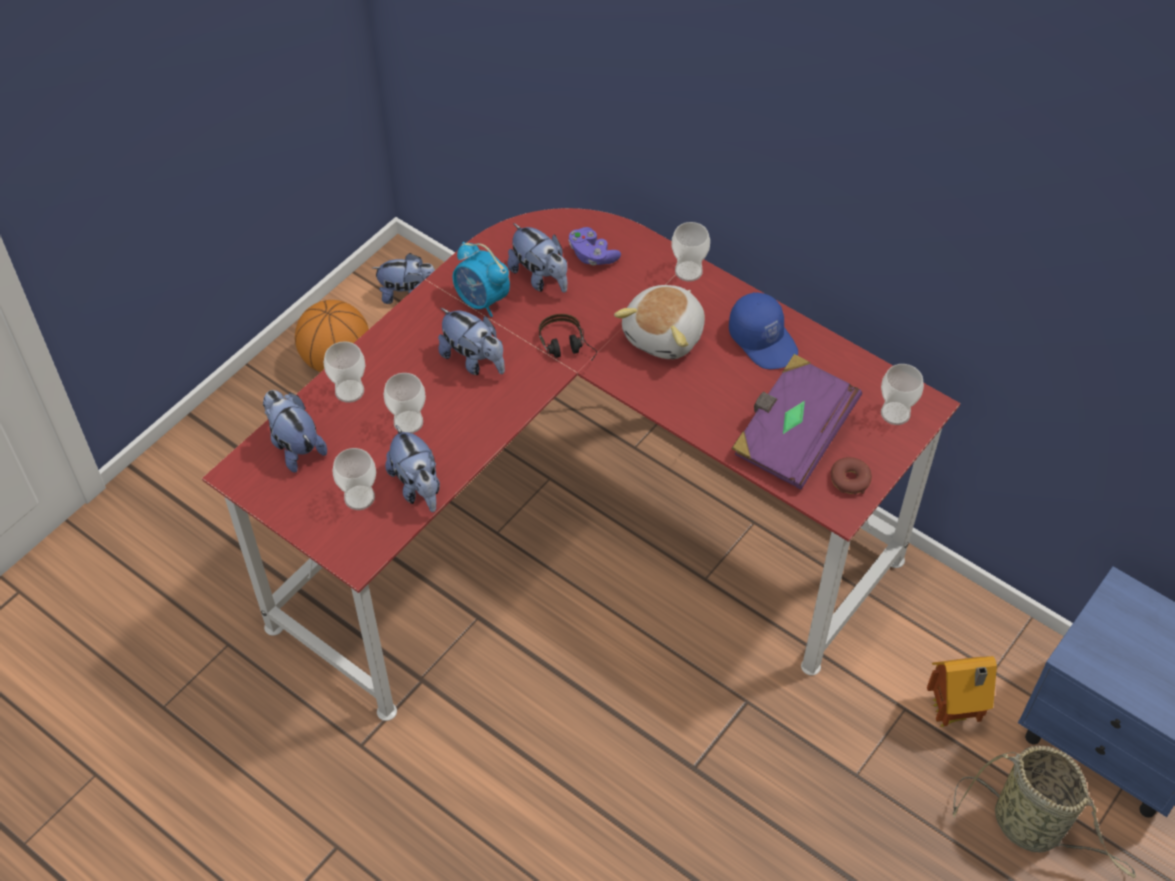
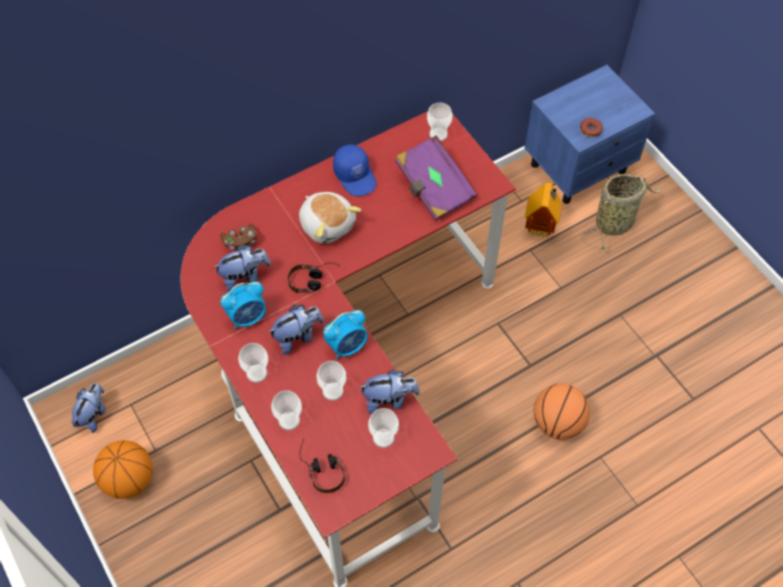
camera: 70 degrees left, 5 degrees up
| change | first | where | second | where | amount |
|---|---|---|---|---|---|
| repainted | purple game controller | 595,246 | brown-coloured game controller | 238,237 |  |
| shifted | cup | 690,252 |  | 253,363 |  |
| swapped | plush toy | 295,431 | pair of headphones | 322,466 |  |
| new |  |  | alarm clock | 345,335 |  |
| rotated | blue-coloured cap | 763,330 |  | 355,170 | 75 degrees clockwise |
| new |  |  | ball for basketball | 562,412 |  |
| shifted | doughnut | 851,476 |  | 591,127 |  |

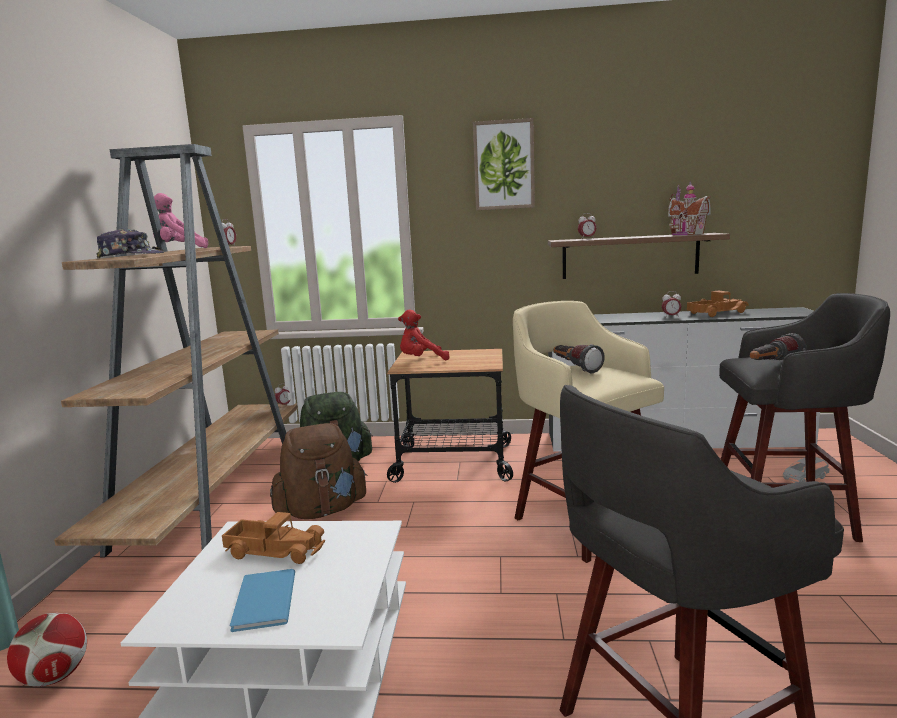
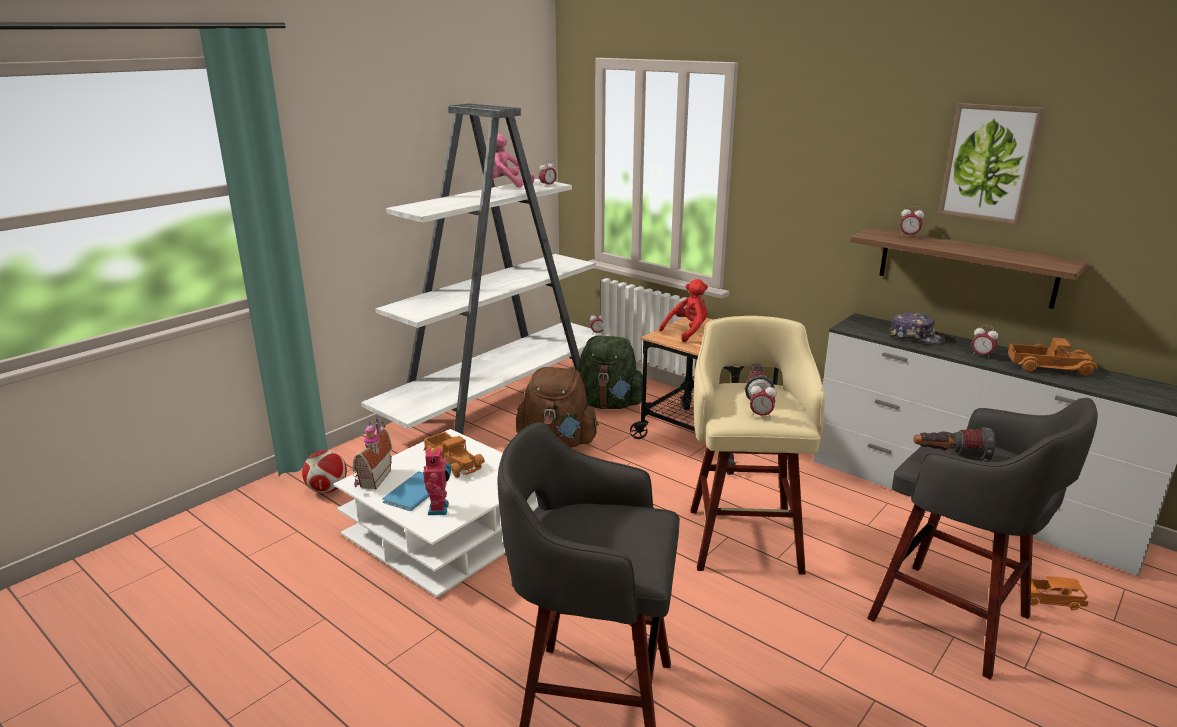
camera: 35 degrees right, 10 degrees up
| change | first | where | second | where | amount |
|---|---|---|---|---|---|
| shifted | miniature house | 689,208 |  | 372,453 |  |
| repainted | brown-coloured shelving unit | 176,350 | white-coloured shelving unit | 484,269 |  |
| new |  |  | toy robot | 437,480 |  |
| rotated | red-coloured plush toy | 424,335 |  | 683,310 | 120 degrees clockwise |
| new |  |  | alarm clock | 763,399 |  |
| shifted | cap | 130,243 |  | 917,328 |  |
| shifted | wall picture | 504,164 |  | 991,164 |  |
| repainted | grey toy car | 806,469 | orangey toy car | 1053,593 |  |

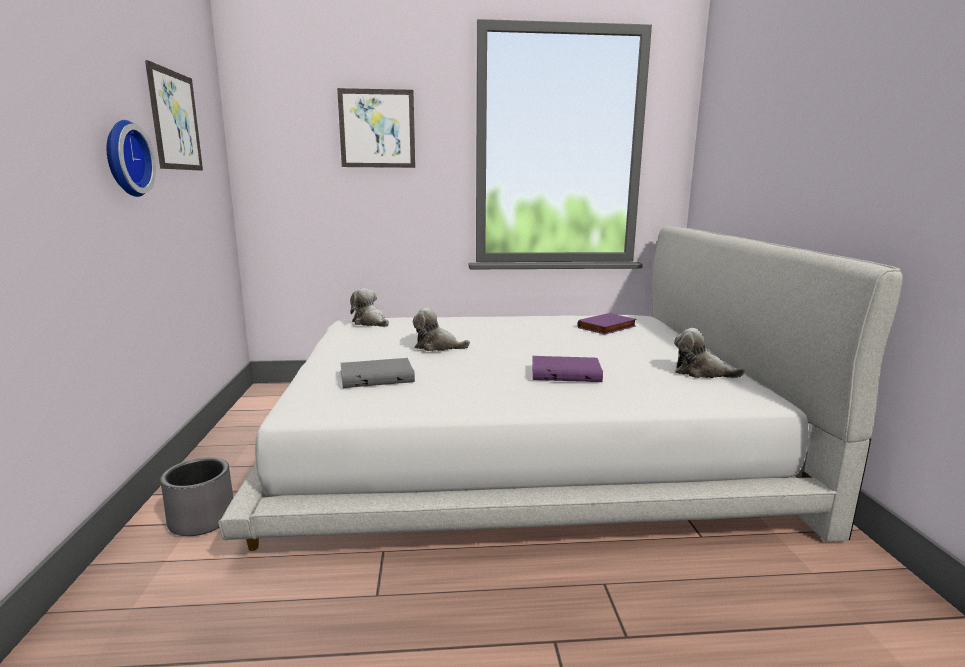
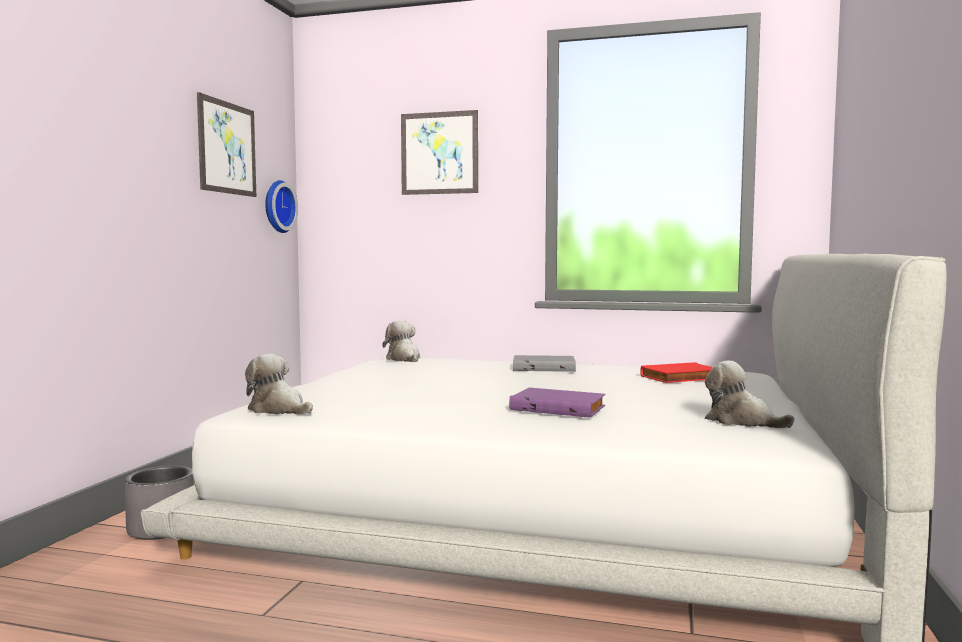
camera: 20 degrees right, 10 degrees down
| change | first | where | second | where | amount |
|---|---|---|---|---|---|
| shifted | plush toy | 441,329 |  | 279,384 |  |
| shifted | hanging clock | 131,158 |  | 281,206 |  |
| shifted | grey bound book | 378,373 |  | 544,363 |  |
| repainted | purple bound book | 607,324 | red-coloured bound book | 676,372 |  |

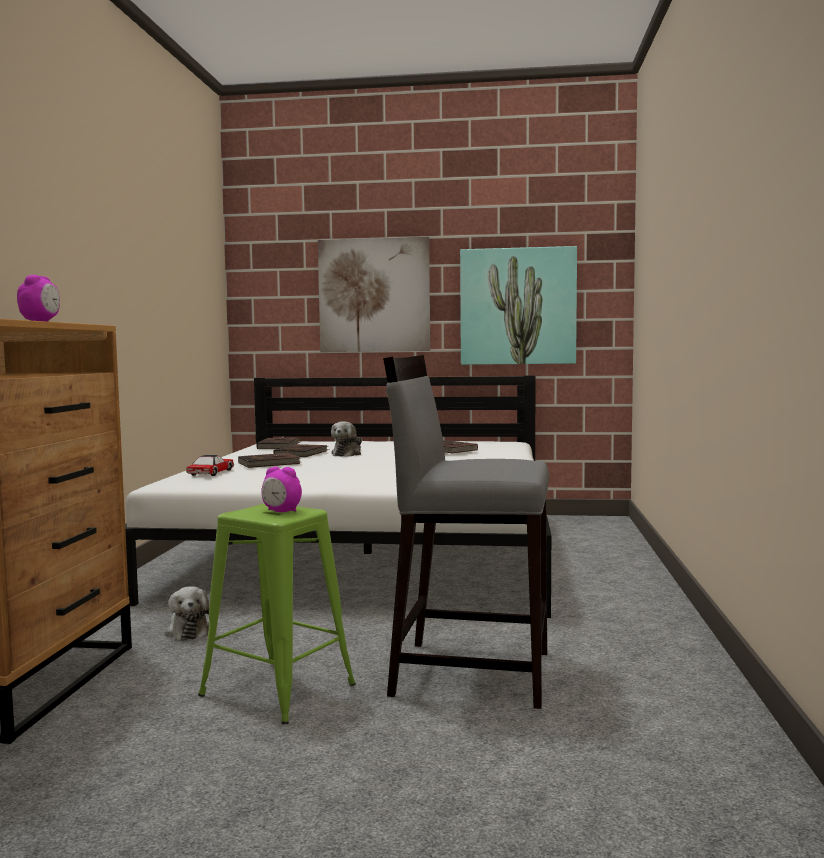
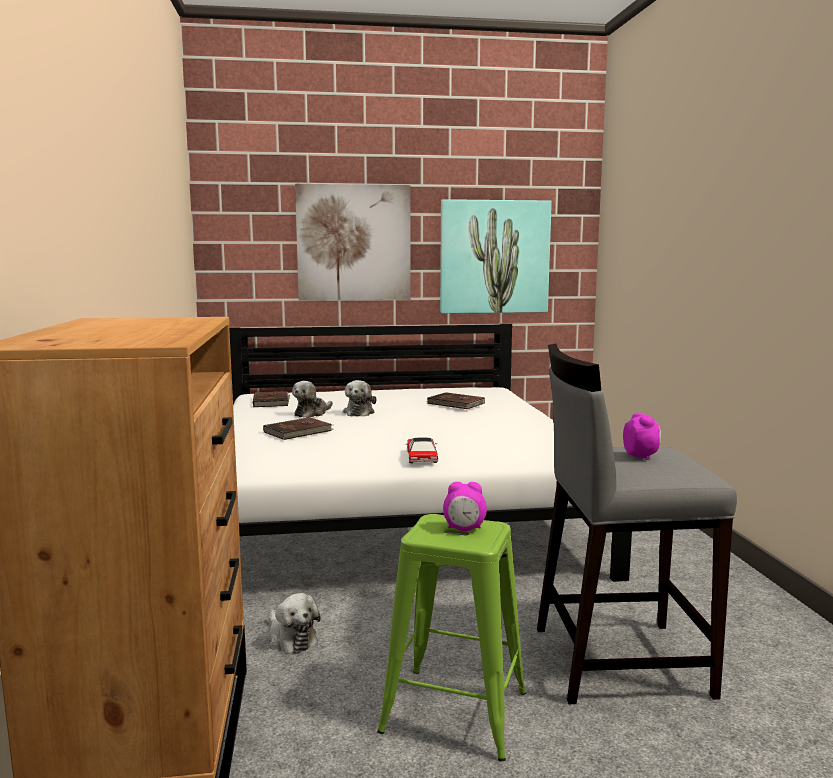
camera: 15 degrees left, 5 degrees up
| change | first | where | second | where | amount |
|---|---|---|---|---|---|
| swapped | brown-coloured bound book | 301,450 | plush toy | 312,399 |  |
| shifted | toy car | 210,465 |  | 422,450 |  |
| shifted | alarm clock | 38,298 |  | 642,436 |  |

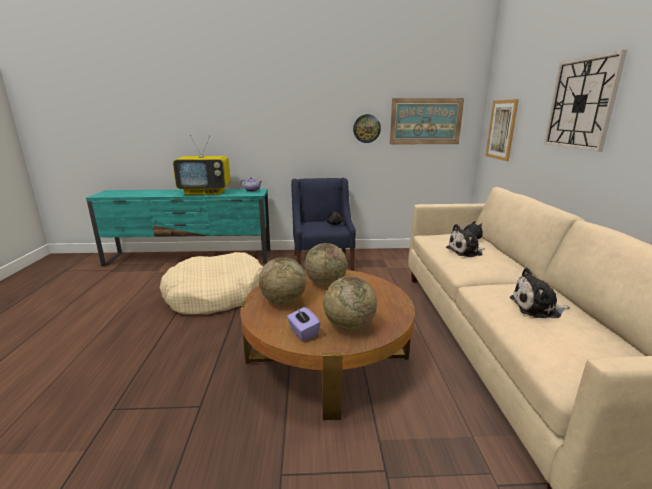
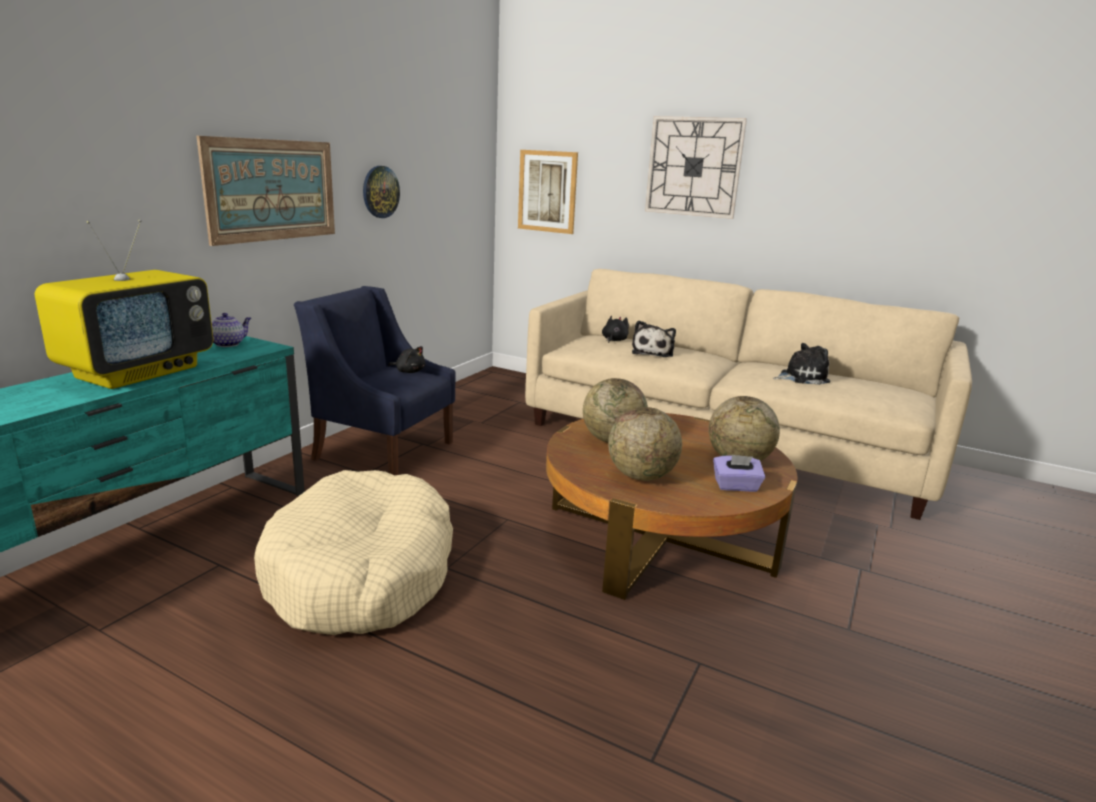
camera: 60 degrees left, 0 degrees up
| change | first | where | second | where | amount |
|---|---|---|---|---|---|
| shifted | wall picture | 427,121 |  | 265,191 |  |
| rotated | plush toy | 540,293 |  | 801,364 | 135 degrees counterclockwise |

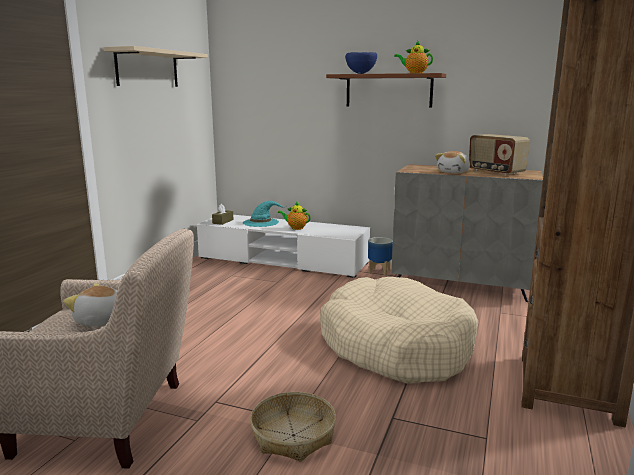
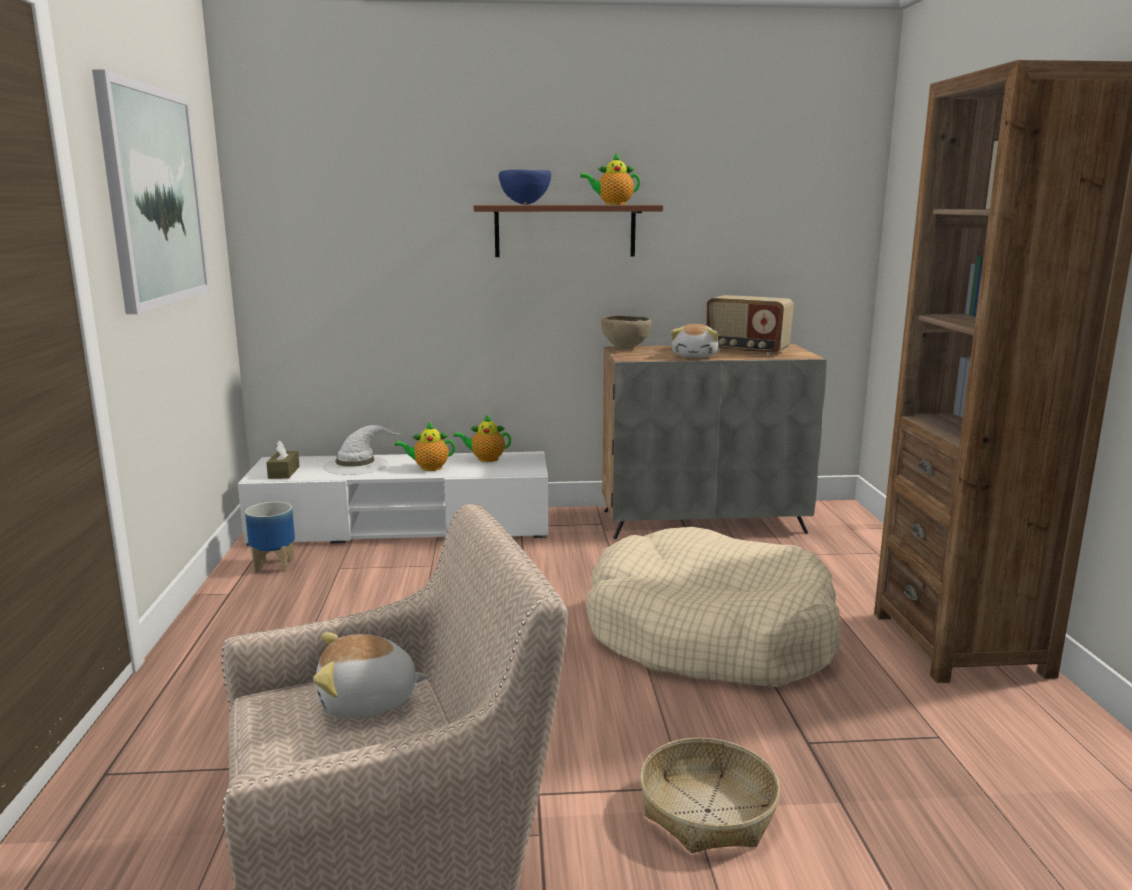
camera: 25 degrees left, 0 degrees up
| change | first | where | second | where | amount |
|---|---|---|---|---|---|
| swapped | beige-coloured wall shelf | 155,66 | wall picture | 151,191 |  |
| shifted | planter | 380,256 |  | 270,537 |  |
| repainted | turquoise-coloured clothing hat | 263,214 | white-coloured clothing hat | 362,450 |  |
| new |  |  | teapot | 482,438 |  |
| new |  |  | brown-coloured bowl | 626,332 |  |

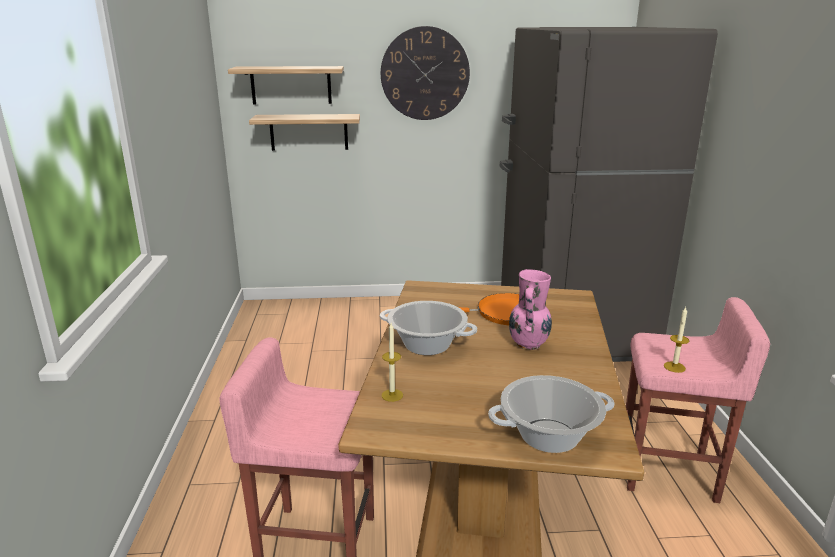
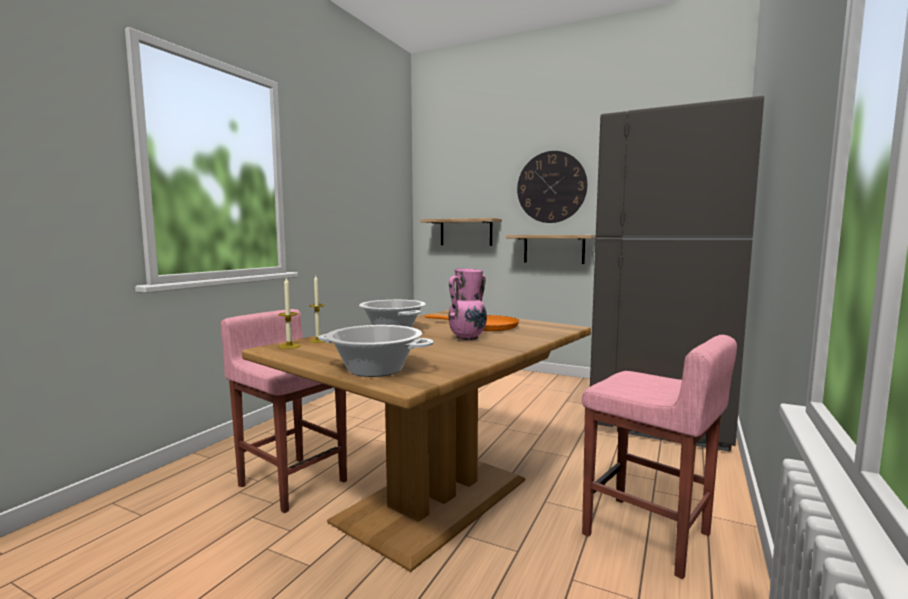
camera: 30 degrees right, 15 degrees down
| change | first | where | second | where | amount |
|---|---|---|---|---|---|
| shifted | wax light | 676,340 |  | 289,313 |  |
| shifted | wall shelf | 286,85 |  | 551,249 |  |

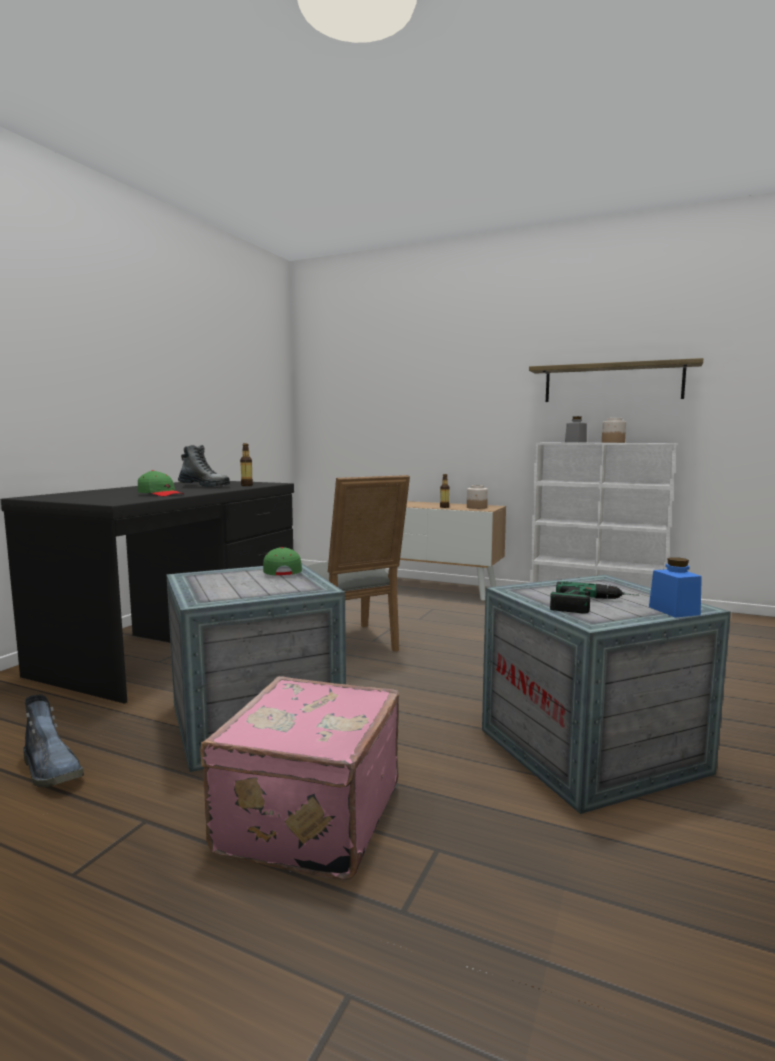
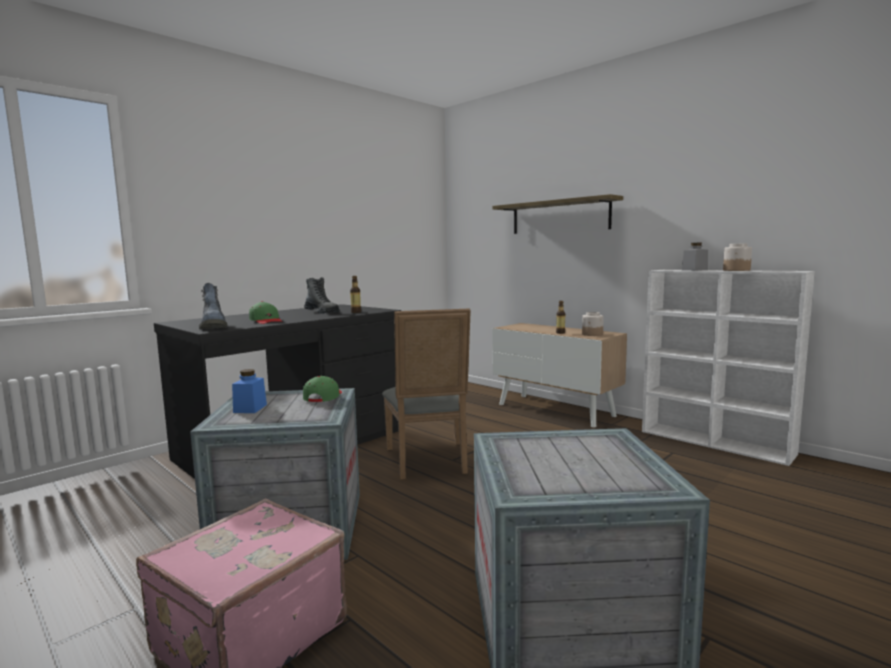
camera: 20 degrees right, 0 degrees up
| change | first | where | second | where | amount |
|---|---|---|---|---|---|
| shifted | high-top boot | 53,741 |  | 213,306 |  |
| shifted | blue-coloured preserve jar | 675,587 |  | 249,391 |  |
| shifted | wall shelf | 616,380 |  | 557,214 |  |
| gone | drill | 594,597 |  |  |  |

